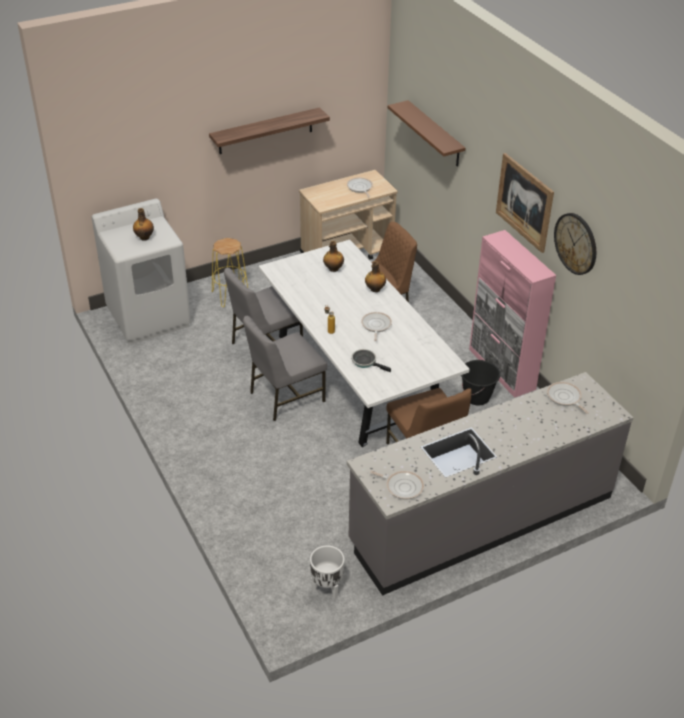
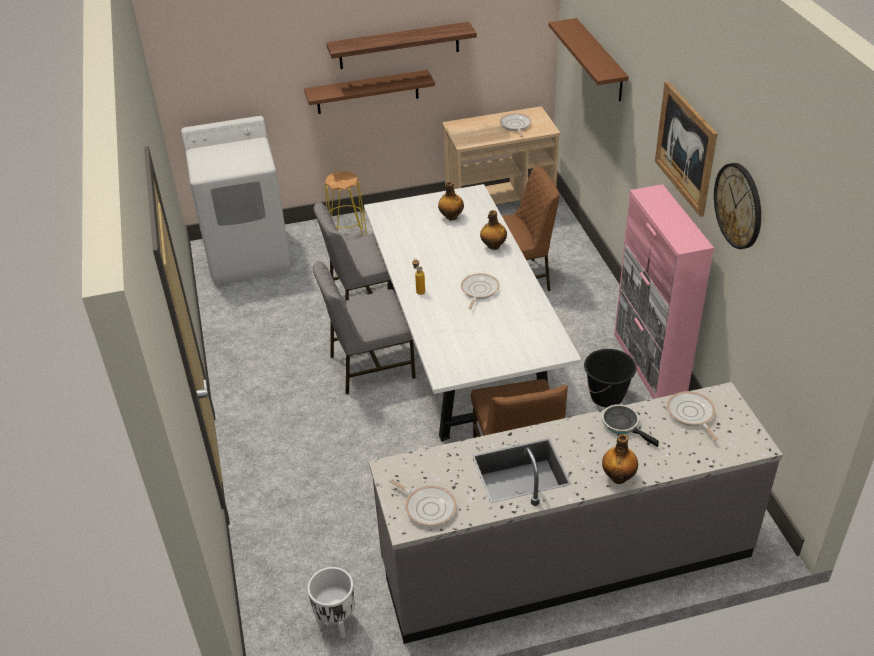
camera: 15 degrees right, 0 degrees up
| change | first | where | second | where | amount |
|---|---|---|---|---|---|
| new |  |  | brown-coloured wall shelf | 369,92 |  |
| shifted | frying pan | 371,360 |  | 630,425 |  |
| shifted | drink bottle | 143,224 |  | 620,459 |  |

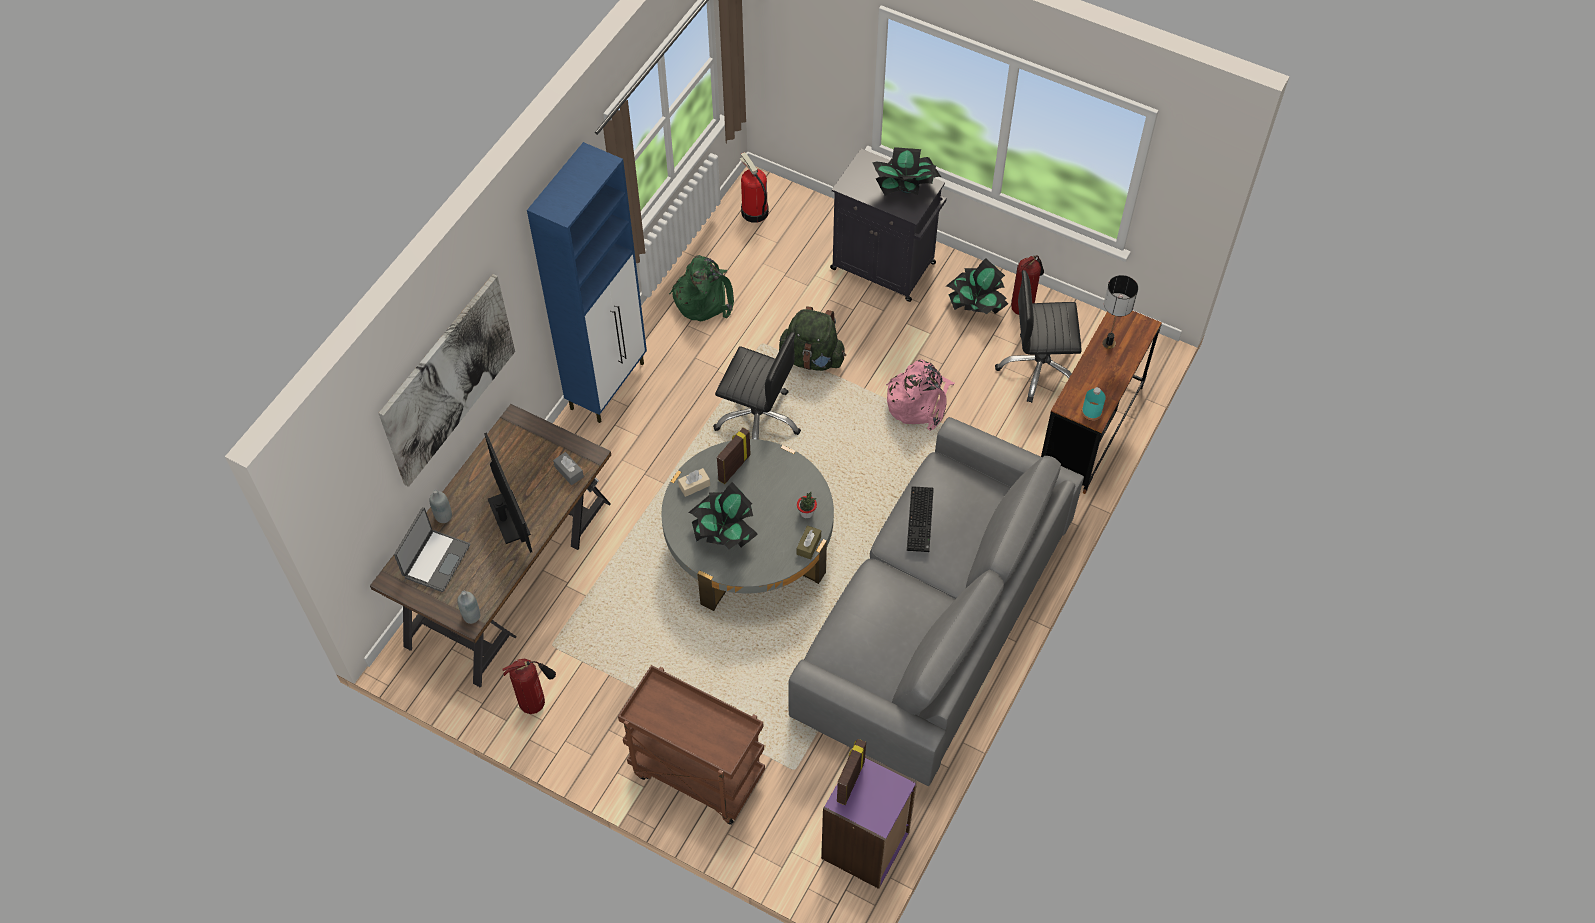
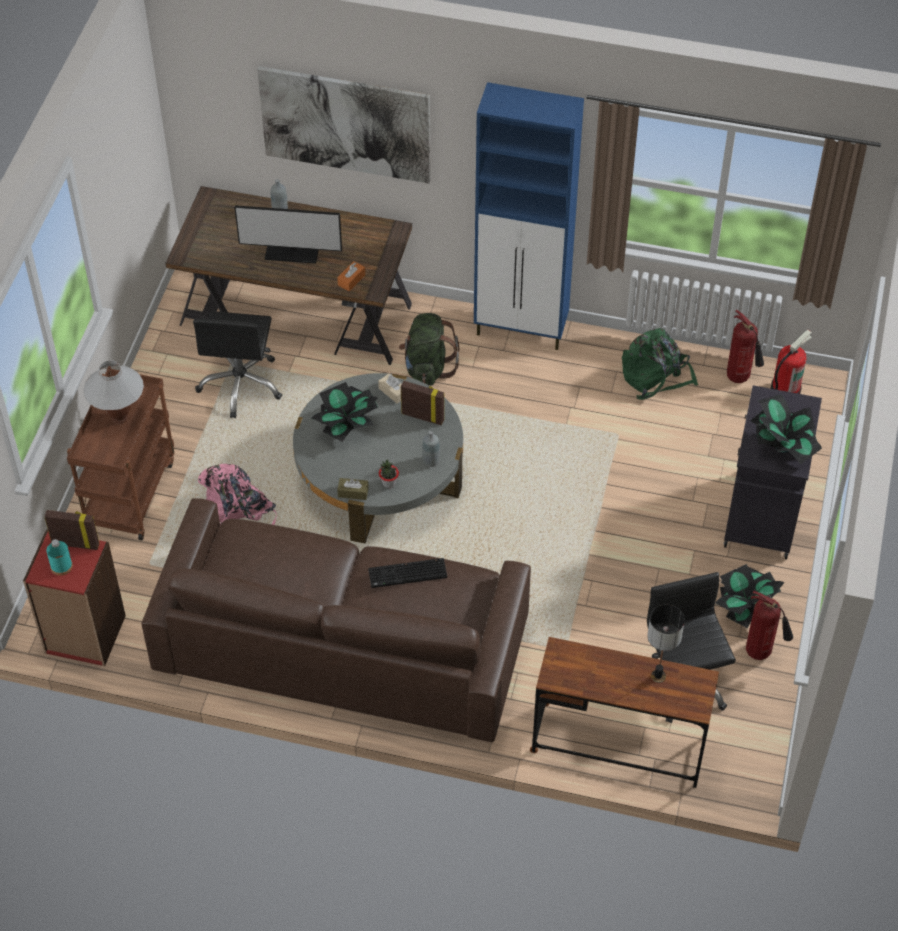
camera: 75 degrees right, 5 degrees down
| change | first | where | second | where | amount |
|---|---|---|---|---|---|
| repainted | purple shelving unit | 869,822 | red-coloured shelving unit | 74,597 |  |
| shifted | turquoise-coloured drink bottle | 1094,404 |  | 59,557 |  |
| new |  |  | white-coloured table lamp | 114,392 |  |
| repainted | grey settee | 936,601 | brown-coloured settee | 336,620 |  |
| shifted | black-coloured desk chair | 757,385 |  | 237,364 |  |
| shifted | pink backpack | 920,395 |  | 237,494 |  |
| rotated | computer screen | 508,492 |  | 288,234 | 45 degrees clockwise |
| repainted | grey box of tissues | 568,468 | orangey box of tissues | 351,276 |  |
| shifted | green-coloured backpack | 812,338 |  | 429,349 |  |
| shifted | grey drink bottle | 468,607 |  | 431,448 |  |
| shifted | fire-fighting cylinder | 529,686 |  | 745,346 |  |
| gone | laptop | 432,549 |  |  |  |

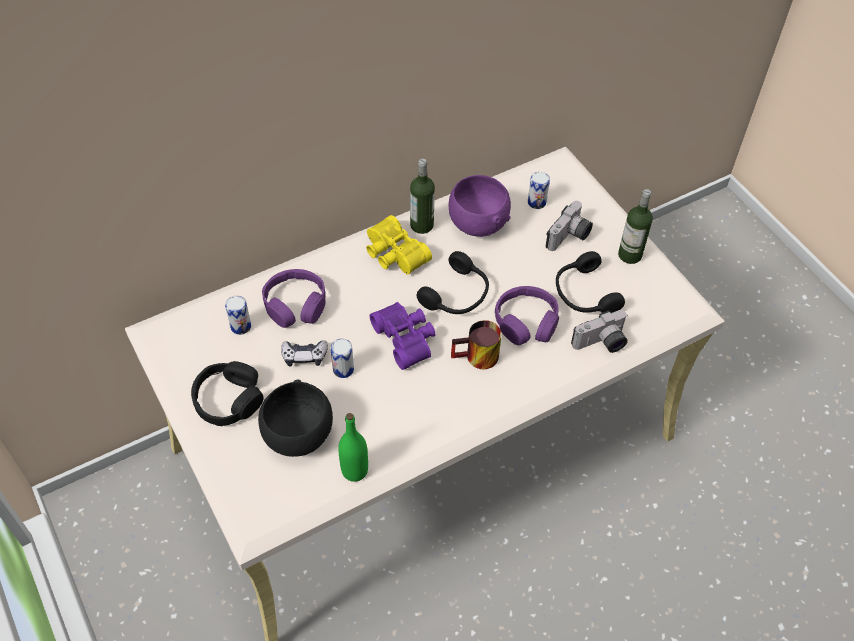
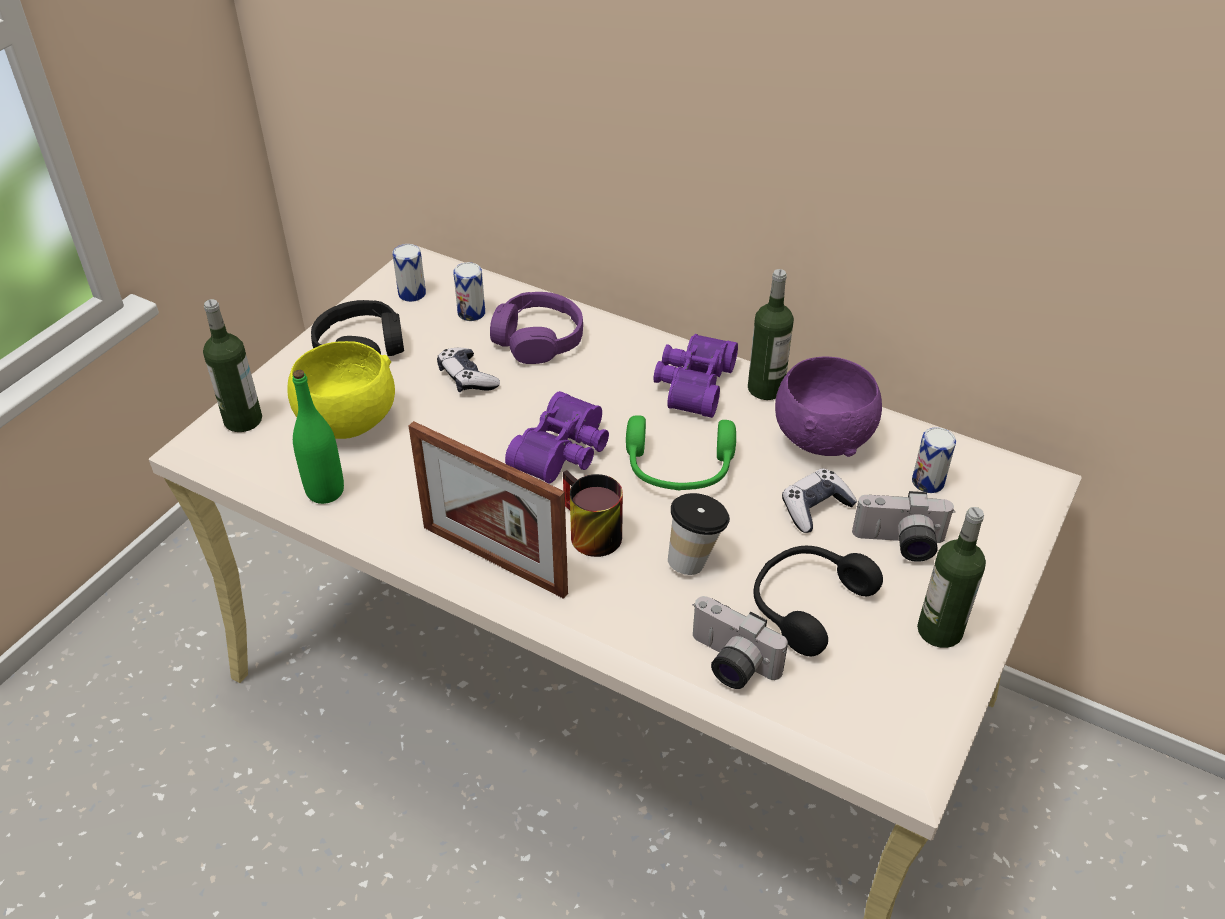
camera: 60 degrees right, 10 degrees down
| change | first | where | second | where | amount |
|---|---|---|---|---|---|
| new |  |  | drink bottle | 232,365 |  |
| repainted | black-coloured bowl | 295,418 | yellow bowl | 341,390 |  |
| shifted | metal can | 342,358 |  | 409,273 |  |
| new |  |  | standing frame | 488,510 |  |
| repainted | black-coloured pair of headphones | 453,282 | green-coloured pair of headphones | 681,452 |  |
| repainted | yellow field glasses | 399,245 | purple field glasses | 696,376 |  |
| swapped | purple pair of headphones | 527,315 | cup | 699,534 |  |
| new |  |  | game controller | 819,500 |  |

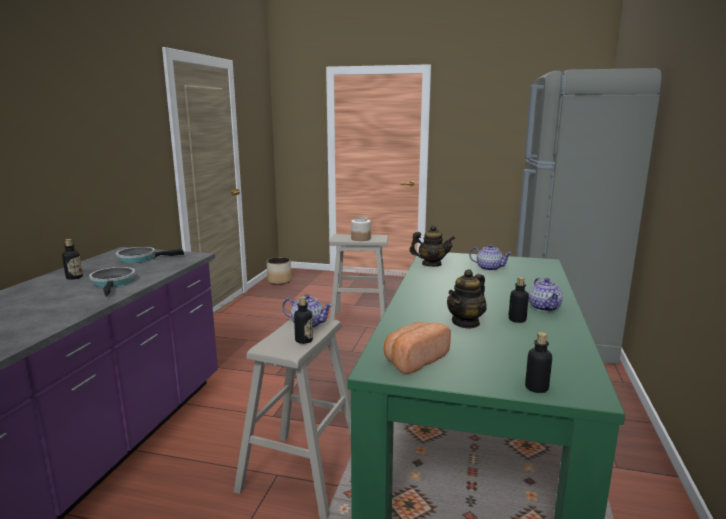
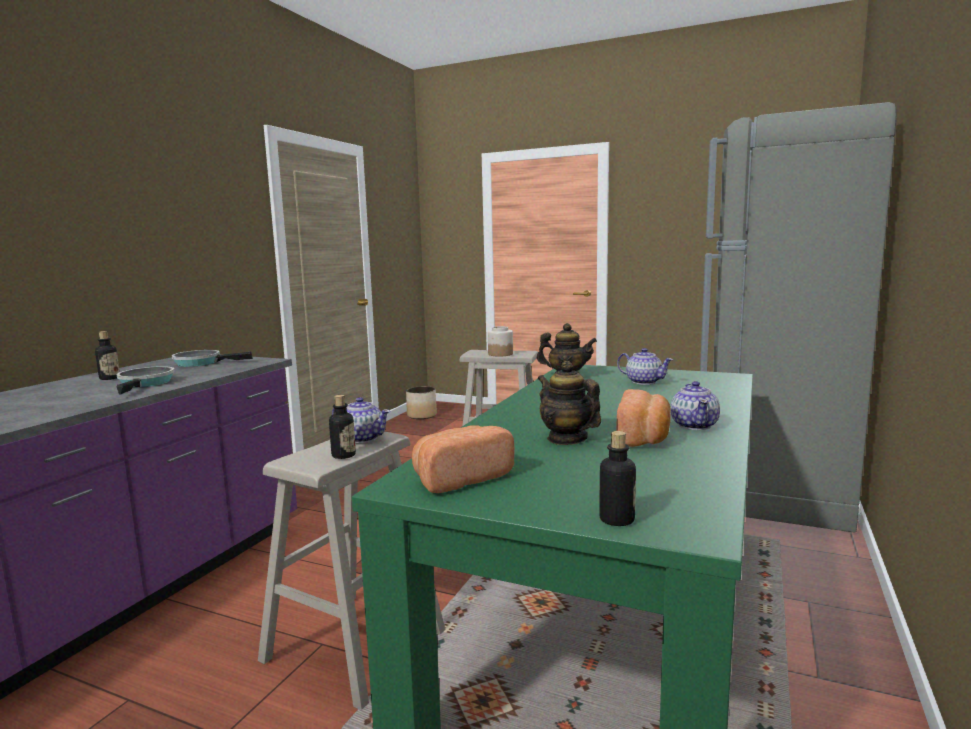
camera: 10 degrees right, 5 degrees down
| change | first | where | second | where | amount |
|---|---|---|---|---|---|
| rotated | teapot | 467,299 |  | 569,403 | 90 degrees clockwise |
| swapped | drink bottle | 518,300 | bakery bread | 643,418 |  |

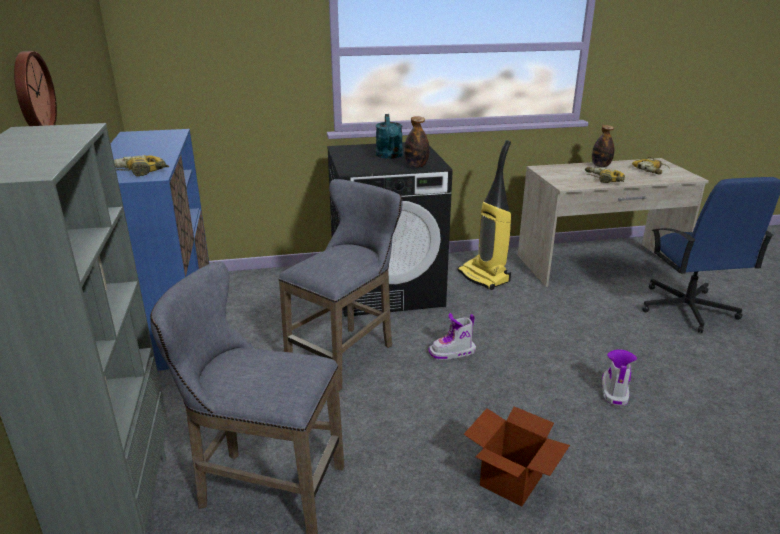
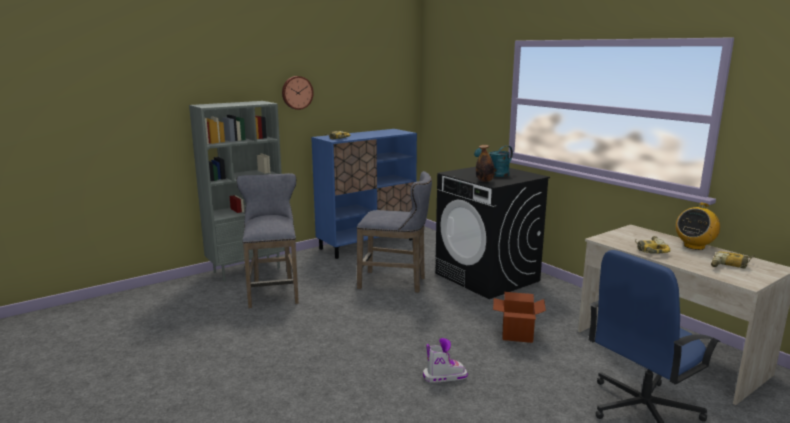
camera: 65 degrees right, 10 degrees down
| change | first | where | second | where | amount |
|---|---|---|---|---|---|
| shifted | carton | 517,456 |  | 519,317 |  |
| swapped | drink bottle | 603,146 | radio receiver | 698,226 |  |
| gone | high-top boot | 452,336 |  |  |  |
| gone | vacuum cleaner | 484,215 |  |  |  |

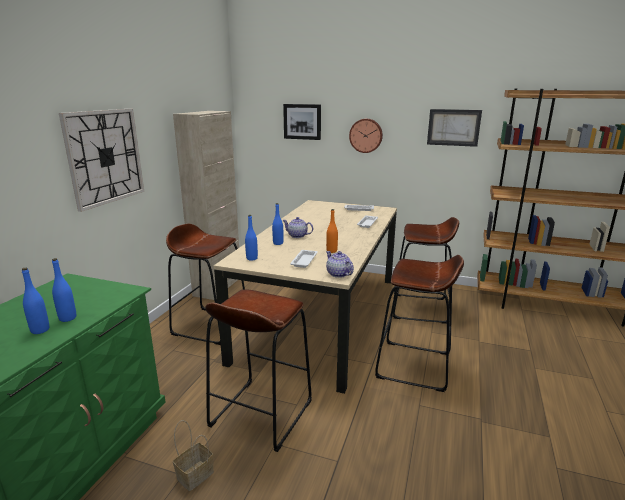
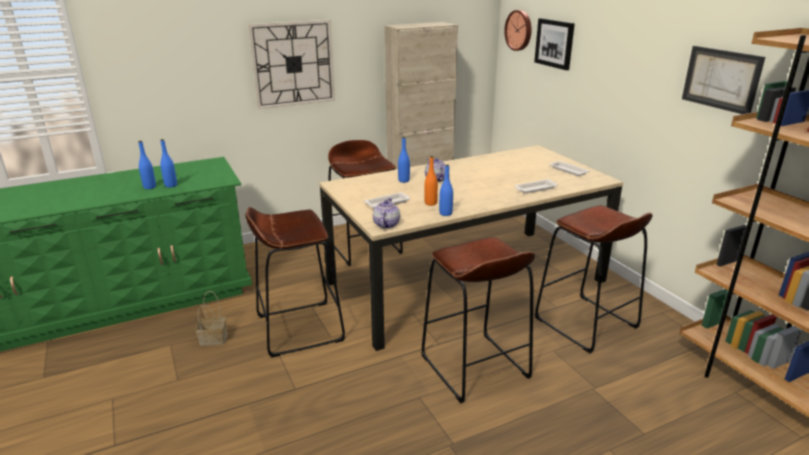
camera: 45 degrees right, 5 degrees up
| change | first | where | second | where | amount |
|---|---|---|---|---|---|
| shifted | blue-coloured drink bottle | 251,238 |  | 446,190 |  |
| shifted | hanging clock | 366,136 |  | 517,30 |  |

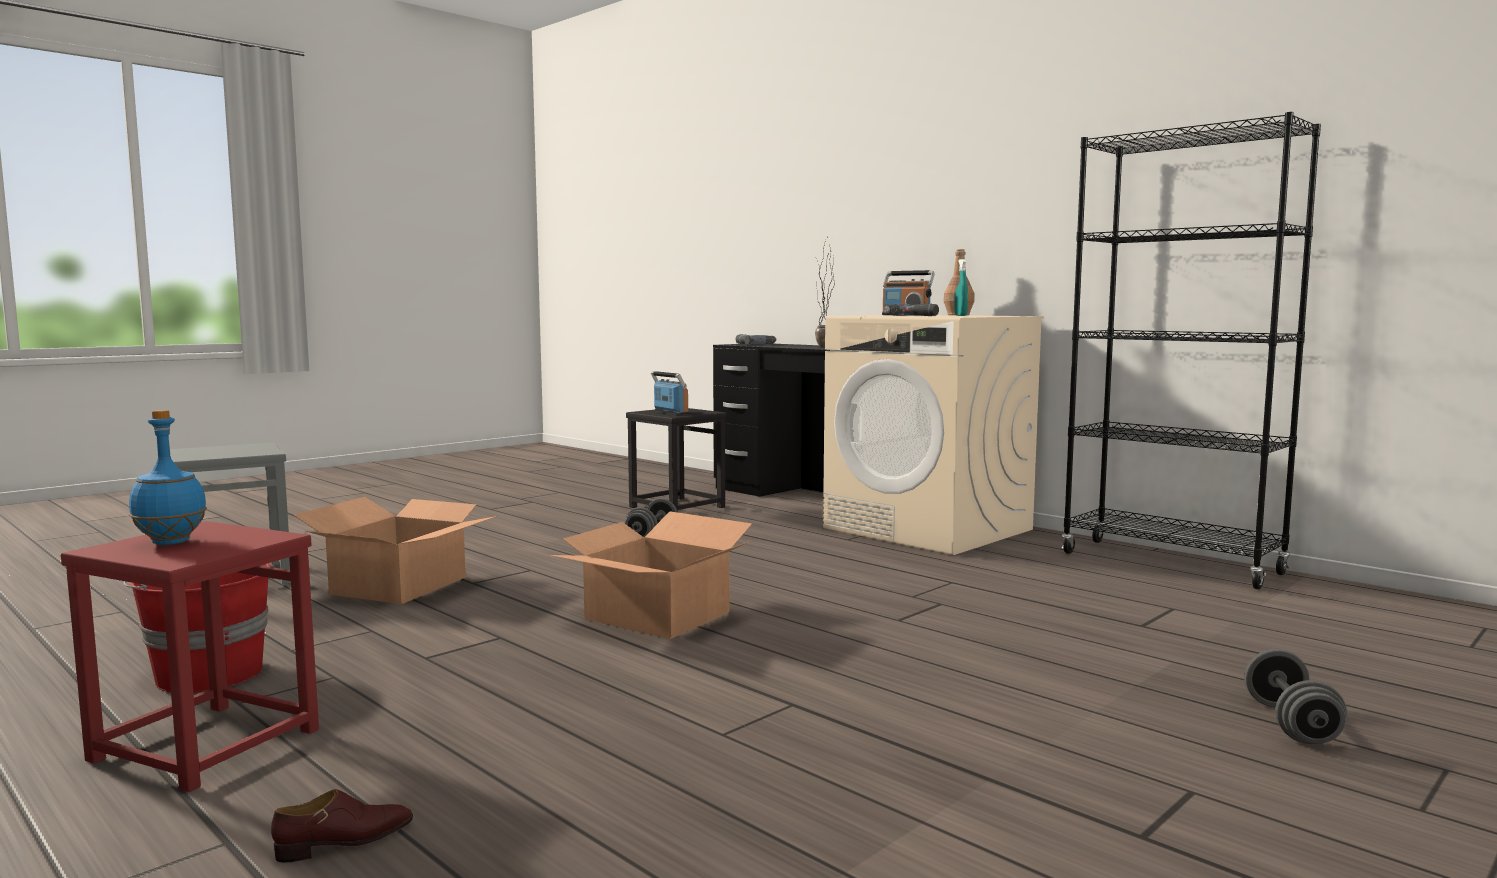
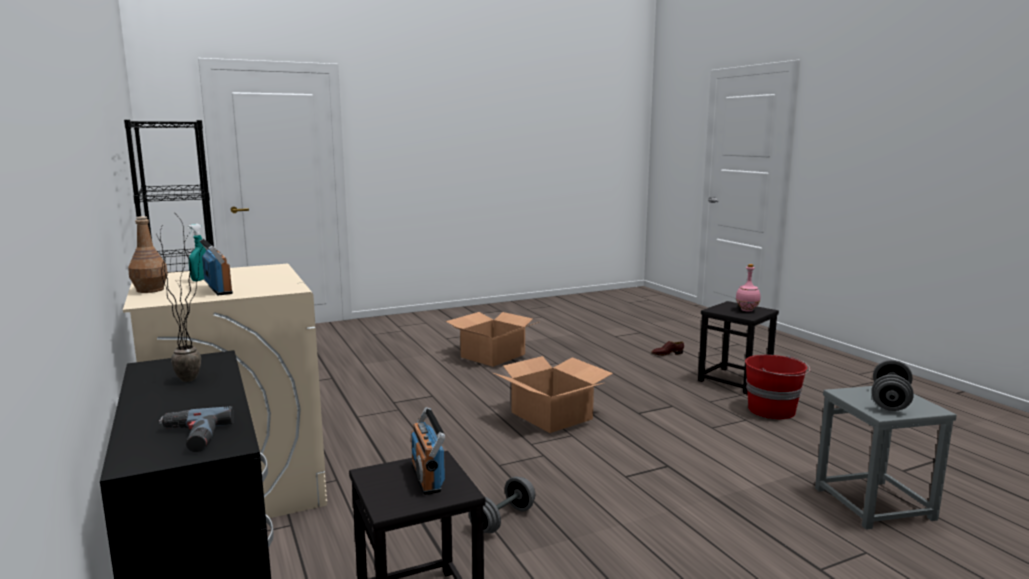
camera: 160 degrees left, 5 degrees up
| change | first | where | second | where | amount |
|---|---|---|---|---|---|
| shifted | carton | 395,550 |  | 492,339 |  |
| repainted | red-coloured stool | 190,656 | black-coloured stool | 738,347 |  |
| repainted | blue-coloured drink bottle | 168,477 | pink drink bottle | 748,288 |  |
| shifted | grey free weight | 1295,696 |  | 892,385 |  |
| gone | drill | 911,310 |  |  |  |

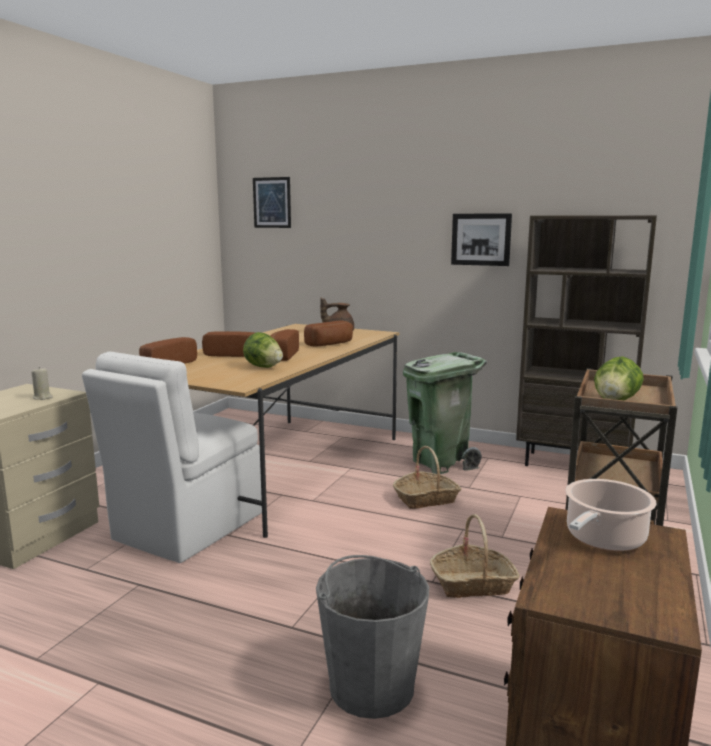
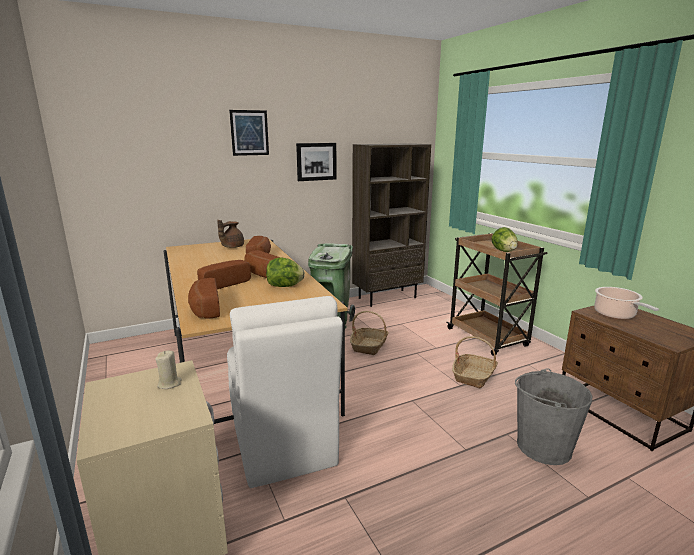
camera: 50 degrees left, 5 degrees up
| change | first | where | second | where | amount |
|---|---|---|---|---|---|
| shifted | wall picture | 272,202 |  | 249,133 |  |

